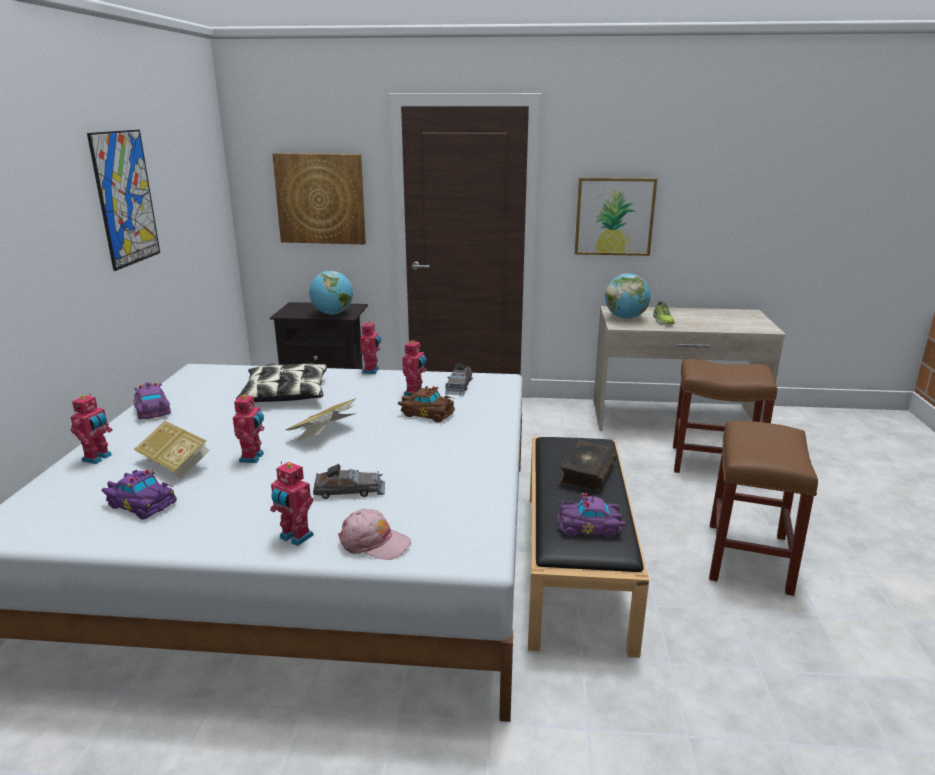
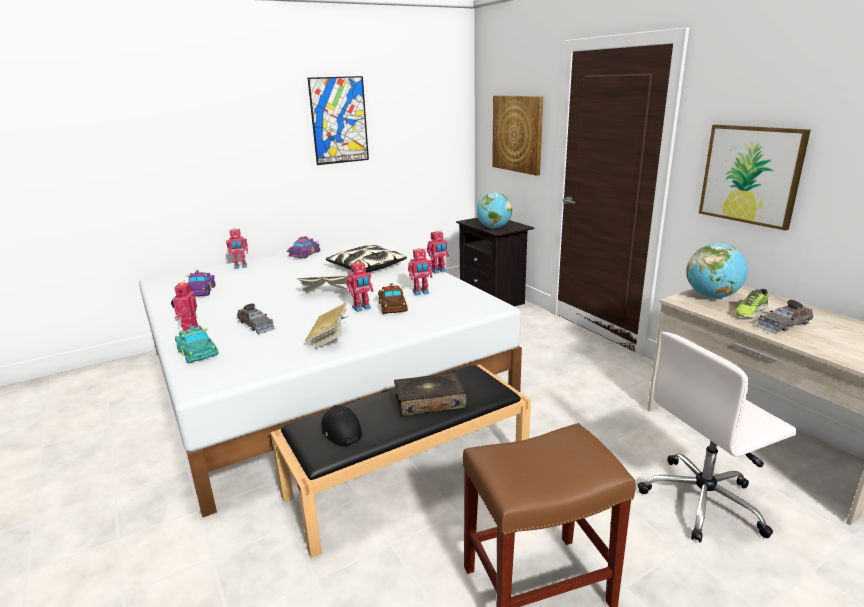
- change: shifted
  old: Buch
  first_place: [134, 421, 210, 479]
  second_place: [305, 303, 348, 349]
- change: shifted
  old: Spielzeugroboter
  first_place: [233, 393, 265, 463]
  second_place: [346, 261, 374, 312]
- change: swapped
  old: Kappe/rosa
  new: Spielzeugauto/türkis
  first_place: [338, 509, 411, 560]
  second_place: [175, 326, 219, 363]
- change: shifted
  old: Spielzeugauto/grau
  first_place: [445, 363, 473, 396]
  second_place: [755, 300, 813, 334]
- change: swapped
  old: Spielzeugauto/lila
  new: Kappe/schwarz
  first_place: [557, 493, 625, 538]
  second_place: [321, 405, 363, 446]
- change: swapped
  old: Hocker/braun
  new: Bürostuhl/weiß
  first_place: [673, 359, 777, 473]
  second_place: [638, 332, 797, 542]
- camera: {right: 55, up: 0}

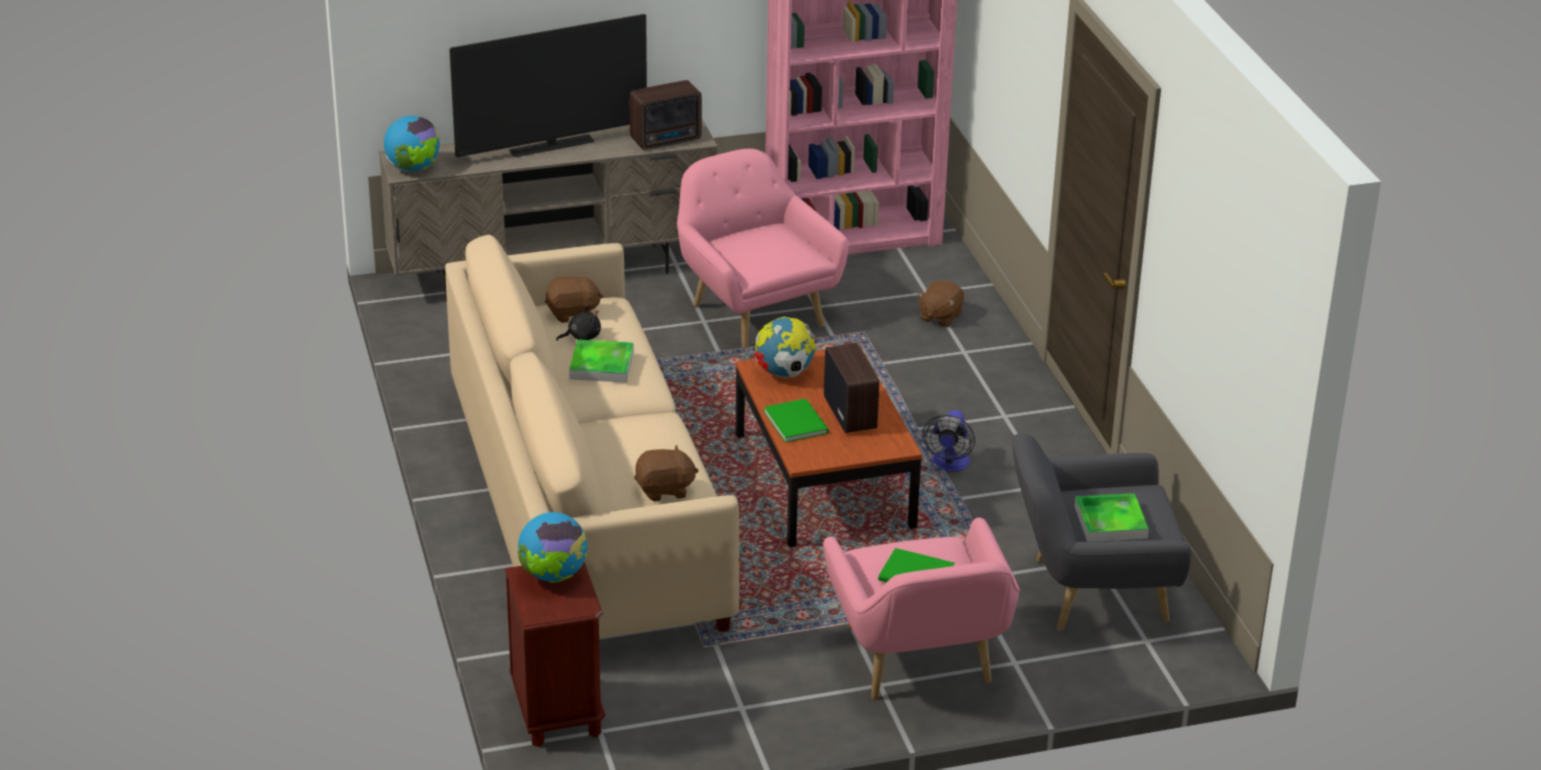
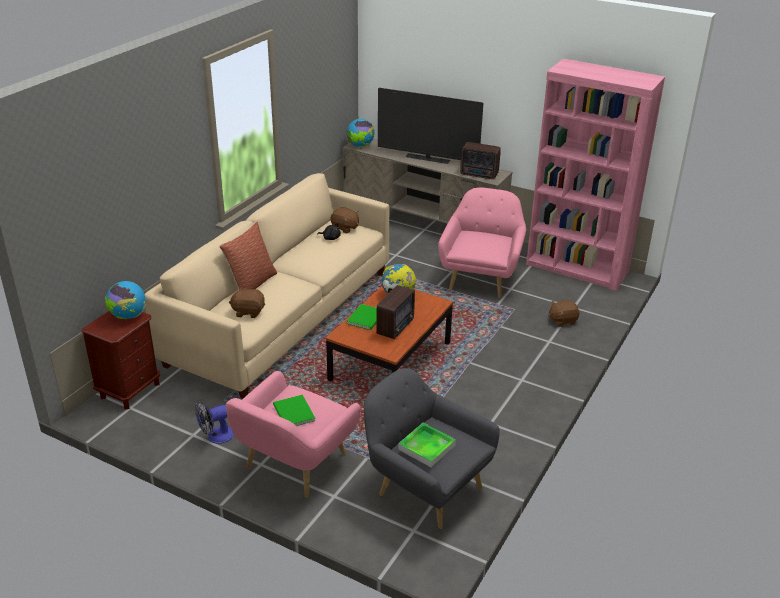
- change: gone
  old: Tablett
  first_place: [569, 339, 634, 383]
- change: rotated
  old: Plüschtier/braun
  first_place: [634, 445, 699, 501]
  second_place: [229, 287, 265, 318]
  degrees: 150
- change: shifted
  old: Ventilator
  first_place: [922, 410, 975, 472]
  second_place: [195, 401, 234, 444]
- change: new
  new: Kissen
  second_place: [220, 221, 277, 291]
- camera: {right: 45, up: 0}

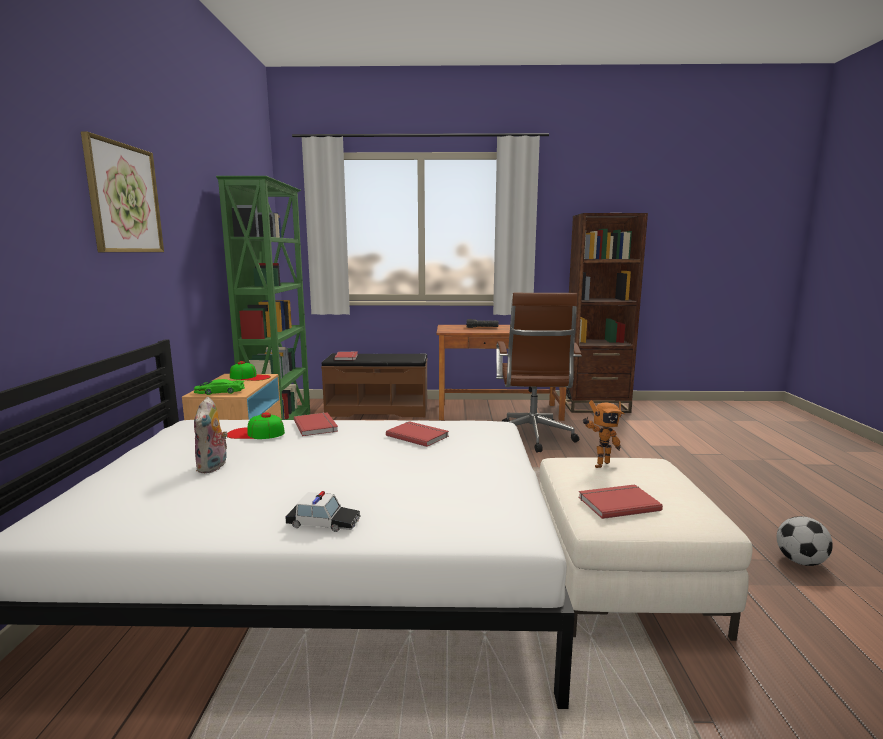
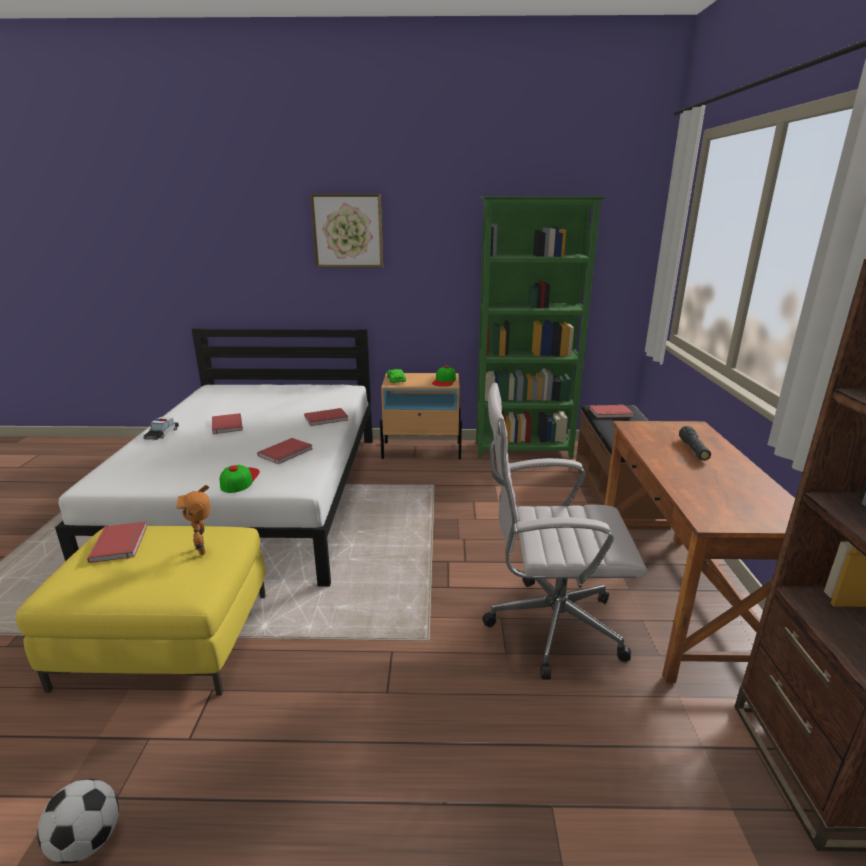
- change: gone
  old: Plüschtier
  first_place: [194, 397, 228, 473]
- change: shifted
  old: Kappe
  first_place: [227, 412, 285, 439]
  second_place: [220, 465, 260, 493]
- change: repainted
  old: Bürostuhl/braun
  new: Bürostuhl/weiß
  first_place: [496, 293, 581, 452]
  second_place: [482, 383, 647, 680]
- change: repainted
  old: Polsterhocker/weiß
  new: Polsterhocker/gelb
  first_place: [540, 458, 753, 641]
  second_place: [16, 526, 266, 695]
- change: new
  new: Buch/rot
  second_place: [212, 413, 243, 434]
- camera: {right: 90, up: 10}

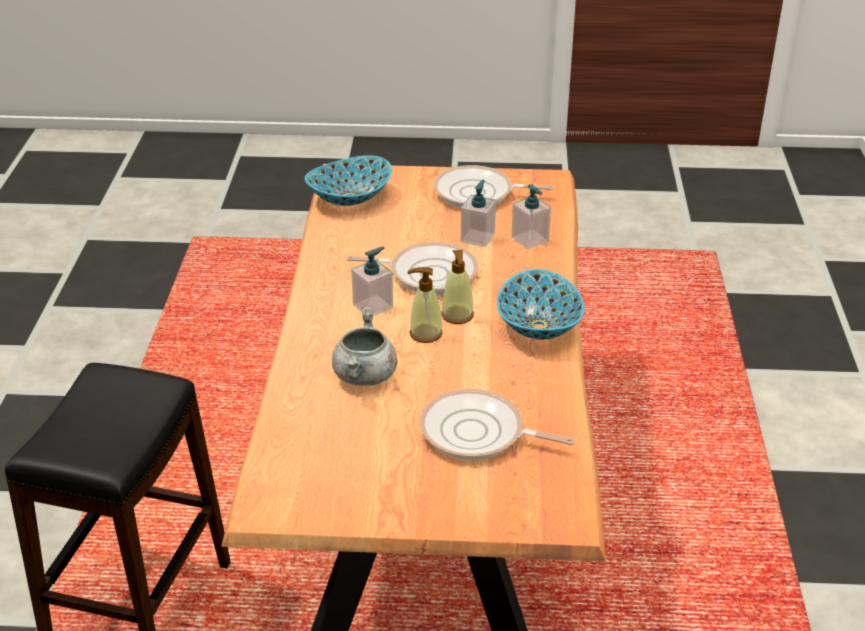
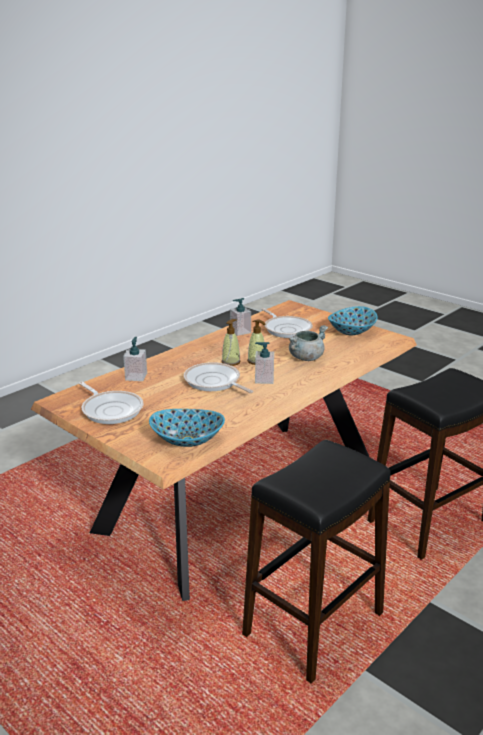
- change: shifted
  old: Seifenspender
  first_place: [461, 180, 496, 247]
  second_place: [230, 298, 251, 336]
- change: shifted
  old: Schüssel
  first_place: [497, 269, 585, 340]
  second_place: [328, 306, 377, 335]
- change: new
  new: Hocker/schwarz
  second_place: [242, 440, 391, 683]
- camera: {right: -140, up: -10}

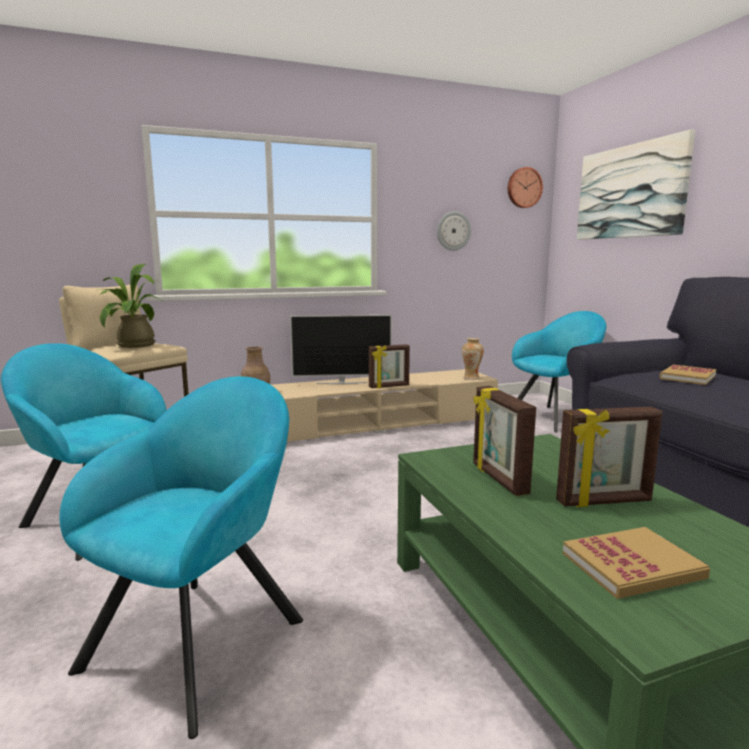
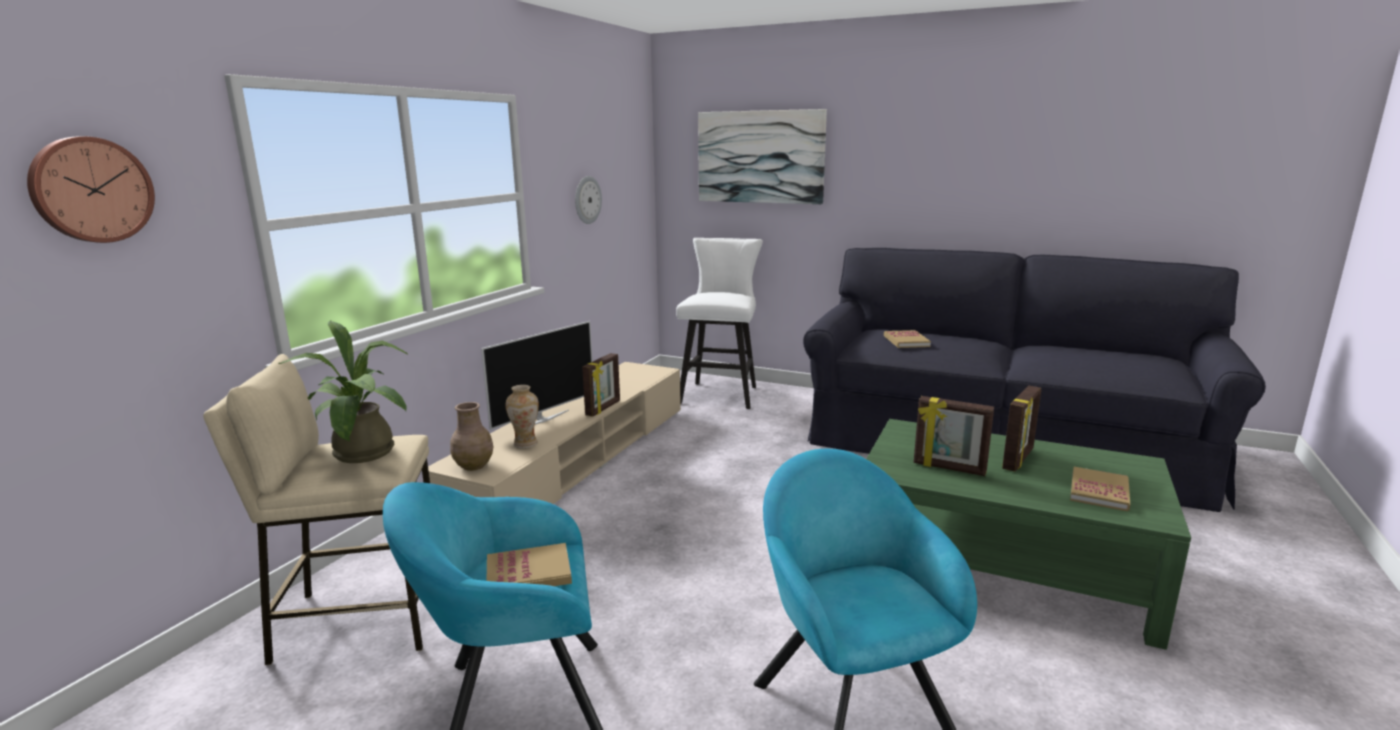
- change: shifted
  old: Vase
  first_place: [462, 338, 484, 380]
  second_place: [506, 385, 539, 448]
- change: shifted
  old: Wanduhr
  first_place: [508, 167, 543, 208]
  second_place: [27, 136, 155, 243]
- change: swapped
  old: Sessel/türkis
  new: Hocker/weiß
  first_place: [512, 311, 606, 433]
  second_place: [676, 238, 763, 409]
- change: new
  new: Buch
  second_place: [487, 543, 572, 586]
- camera: {right: -45, up: 5}

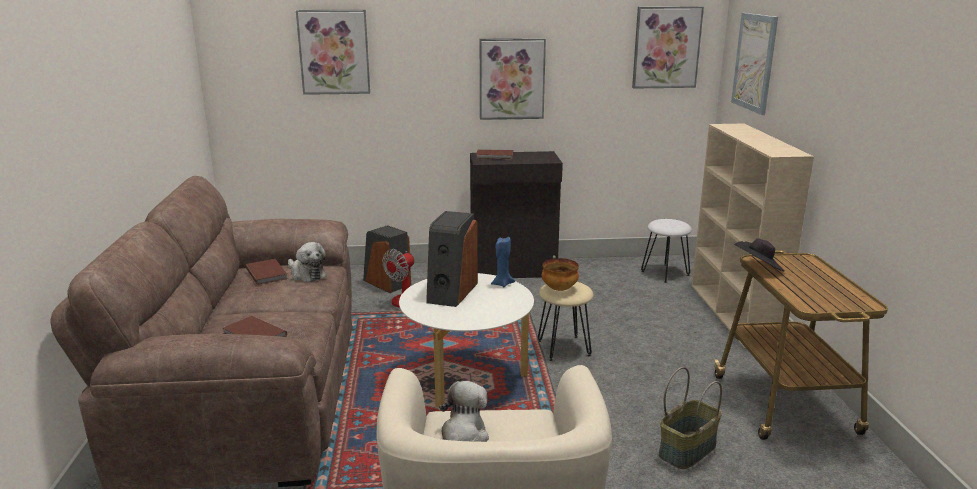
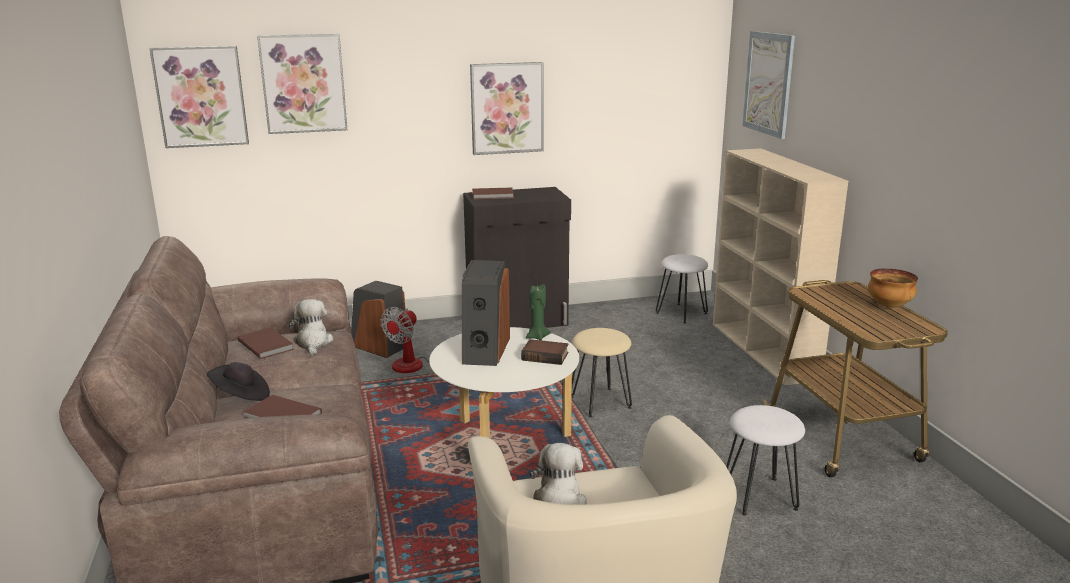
- change: rotated
  old: Plüschtier
  first_place: [288, 242, 327, 282]
  second_place: [289, 299, 333, 356]
  degrees: -135
- change: repainted
  old: Kerze/blau
  new: Kerze/grün
  first_place: [491, 237, 515, 287]
  second_place: [526, 284, 551, 340]
- change: shifted
  old: Schüssel
  first_place: [542, 258, 579, 291]
  second_place: [868, 268, 918, 307]
- change: shifted
  old: Bild
  first_place: [632, 6, 704, 88]
  second_place: [149, 46, 249, 148]
- change: swapped
  old: Korb
  new: Hocker/weiß
  first_place: [659, 367, 722, 469]
  second_place: [726, 405, 805, 516]
- change: shifted
  old: Hut/schwarz
  first_place: [735, 238, 785, 272]
  second_place: [207, 362, 270, 401]
- change: new
  new: Buch
  second_place: [521, 339, 568, 365]
- camera: {right: -10, up: 0}

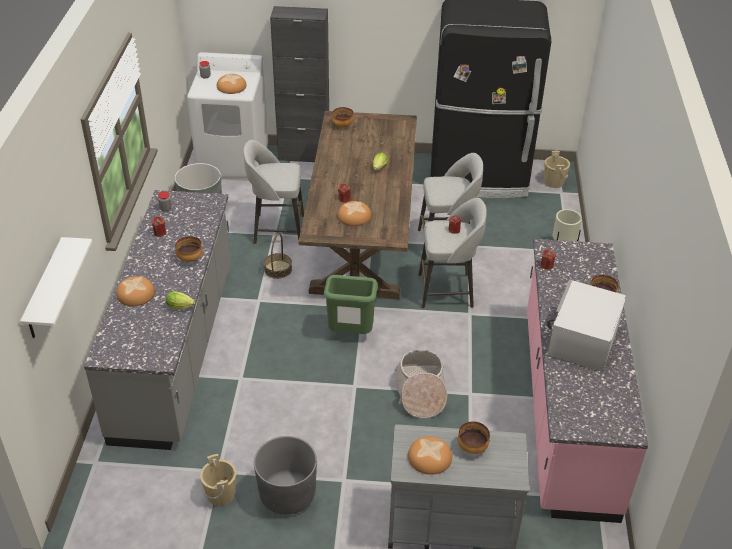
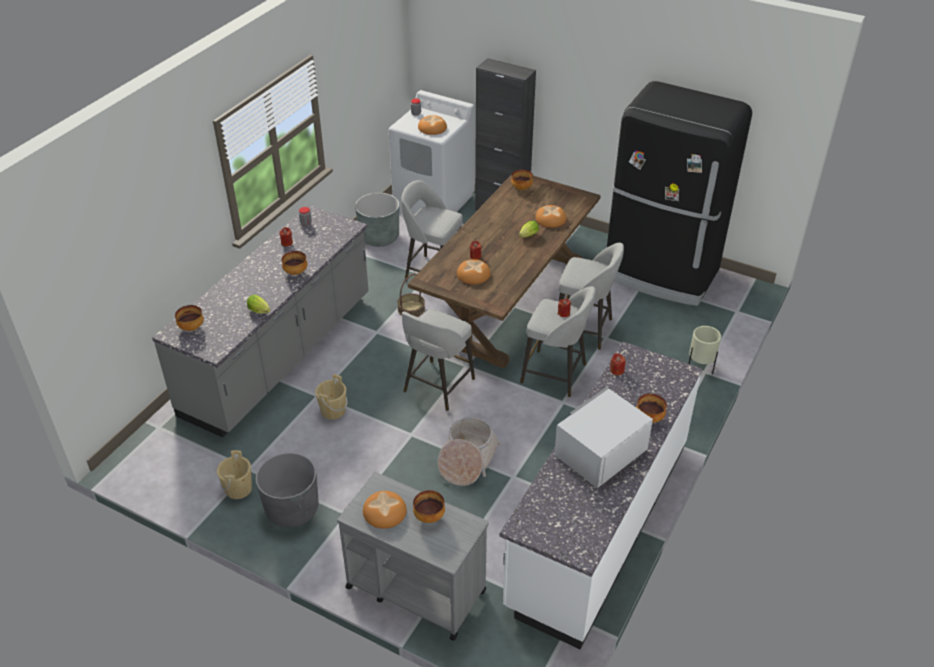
- change: gone
  old: Wandregal/weiß
  first_place: [20, 237, 92, 338]
- change: shifted
  old: Brot
  first_place: [116, 276, 155, 306]
  second_place: [535, 205, 567, 228]
- change: swapped
  old: Mülleimer/grün
  new: Hocker/grau
  first_place: [324, 275, 378, 334]
  second_place: [402, 309, 475, 411]
- change: repainted
  old: Küchenzeile/rosa
  new: Küchenzeile/weiß
  first_place: [527, 239, 648, 523]
  second_place: [500, 342, 702, 649]
- change: shifted
  old: Eimer/beige
  first_place: [544, 151, 570, 188]
  second_place: [315, 374, 347, 420]
- change: new
  new: Schüssel
  second_place: [175, 305, 204, 331]
- camera: {right: 25, up: 0}

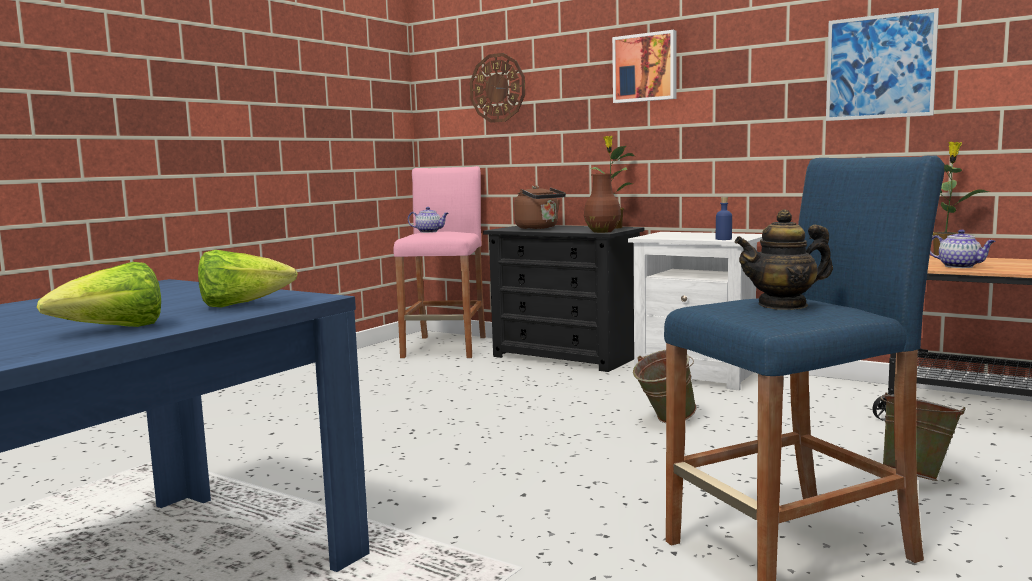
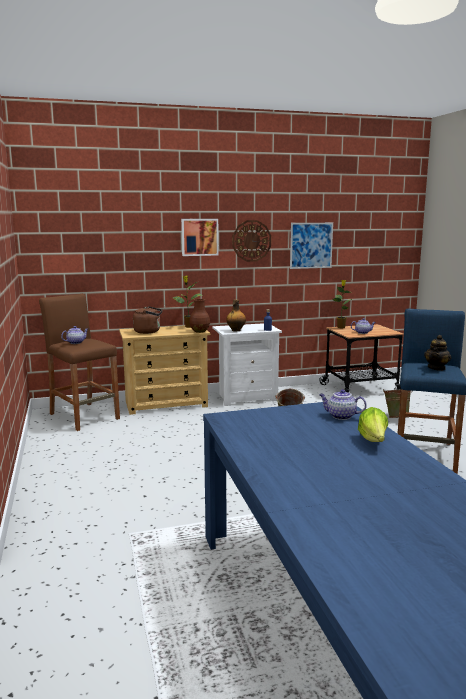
- change: swapped
  old: Salatkopf
  new: Teekanne
  first_place: [198, 250, 298, 307]
  second_place: [319, 389, 367, 420]
- change: repainted
  old: Hocker/rosa
  new: Hocker/braun
  first_place: [393, 166, 486, 358]
  second_place: [39, 294, 120, 431]
- change: shifted
  old: Wanduhr
  first_place: [470, 53, 525, 123]
  second_place: [232, 220, 271, 262]
- change: repainted
  old: Kommode/schwarz
  new: Kommode/beige
  first_place: [483, 226, 644, 372]
  second_place: [119, 325, 210, 415]
- change: new
  new: Flasche
  second_place: [226, 299, 246, 332]
- camera: {right: -50, up: 5}

